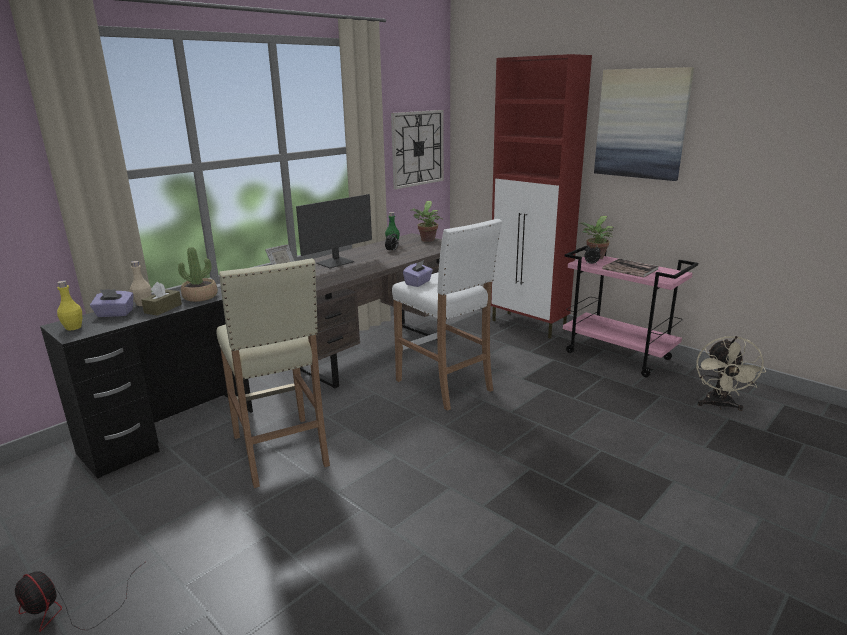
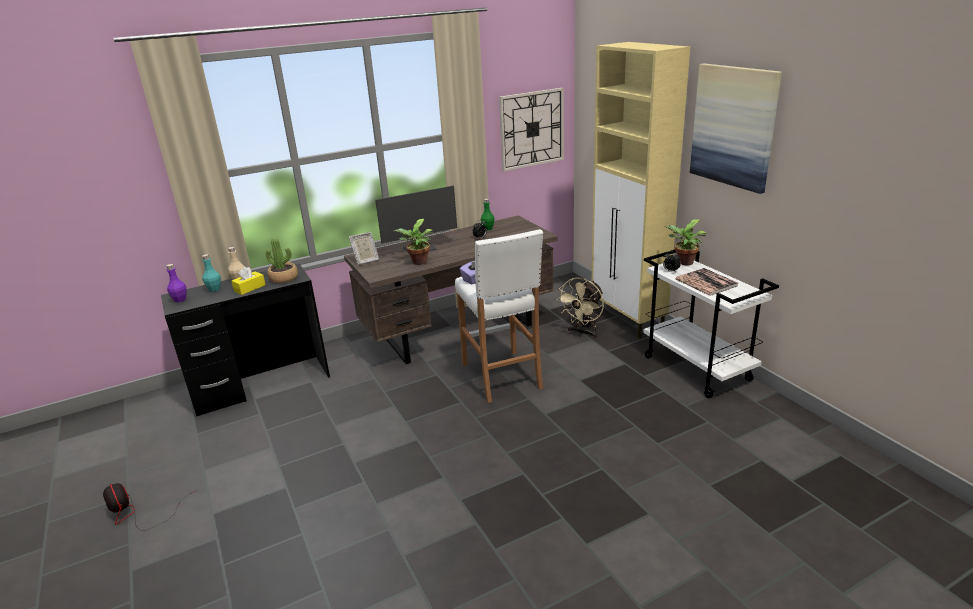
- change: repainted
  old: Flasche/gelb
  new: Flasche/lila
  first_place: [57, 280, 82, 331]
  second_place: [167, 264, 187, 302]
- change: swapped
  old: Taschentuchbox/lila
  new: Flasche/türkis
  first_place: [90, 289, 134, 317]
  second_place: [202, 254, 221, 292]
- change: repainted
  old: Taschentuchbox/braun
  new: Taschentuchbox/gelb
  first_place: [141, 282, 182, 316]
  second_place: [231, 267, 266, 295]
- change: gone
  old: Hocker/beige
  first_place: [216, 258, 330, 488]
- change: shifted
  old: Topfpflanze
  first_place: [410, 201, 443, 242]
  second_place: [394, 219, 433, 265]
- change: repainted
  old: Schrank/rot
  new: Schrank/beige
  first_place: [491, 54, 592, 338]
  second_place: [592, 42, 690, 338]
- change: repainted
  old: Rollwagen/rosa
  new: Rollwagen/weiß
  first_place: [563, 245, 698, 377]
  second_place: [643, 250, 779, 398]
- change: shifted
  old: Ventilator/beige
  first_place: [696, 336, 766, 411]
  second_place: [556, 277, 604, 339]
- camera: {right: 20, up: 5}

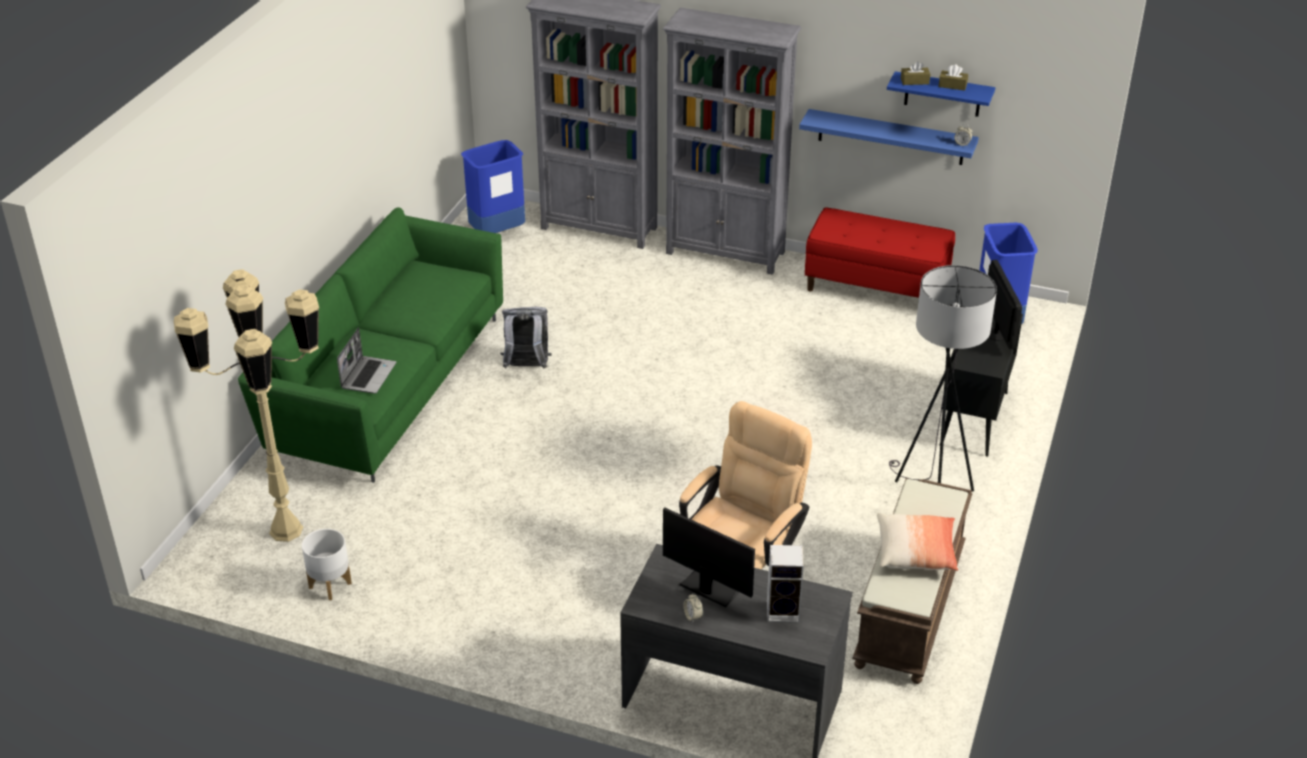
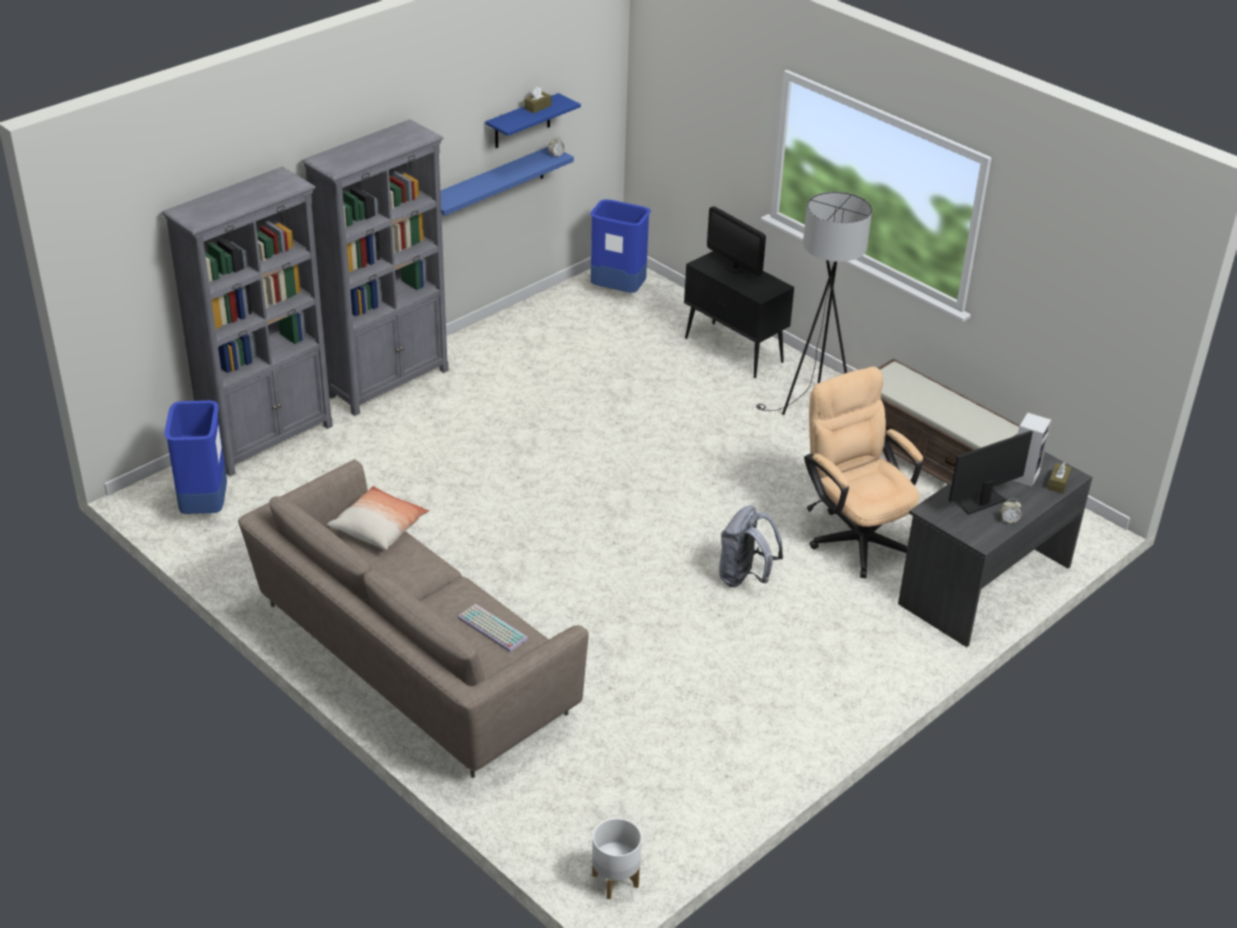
- change: gone
  old: Stehlampe/beige
  first_place: [174, 269, 319, 542]
- change: repainted
  old: Sofa/grün
  new: Sofa/beige
  first_place: [238, 207, 503, 483]
  second_place: [238, 460, 589, 778]
- change: shifted
  old: Pflanzkübel/weiß
  first_place: [302, 528, 352, 600]
  second_place: [592, 818, 642, 899]
- change: swapped
  old: Laptop
  new: Tastatur
  first_place: [337, 328, 396, 394]
  second_place: [458, 604, 528, 652]
- change: shifted
  old: Rucksack/grau
  first_place: [500, 307, 552, 369]
  second_place: [719, 506, 783, 587]
- change: gone
  old: Bank/rot
  first_place: [805, 208, 955, 298]
- change: shifted
  old: Kissen
  first_place: [877, 513, 959, 571]
  second_place: [327, 486, 429, 550]
- change: shifted
  old: Taschentuchbox/braun
  first_place: [901, 61, 930, 85]
  second_place: [1048, 462, 1071, 493]
- change: rotated
  old: Monitor
  first_place: [988, 260, 1022, 349]
  second_place: [707, 206, 766, 276]
  degrees: -150
- camera: {right: -65, up: 0}

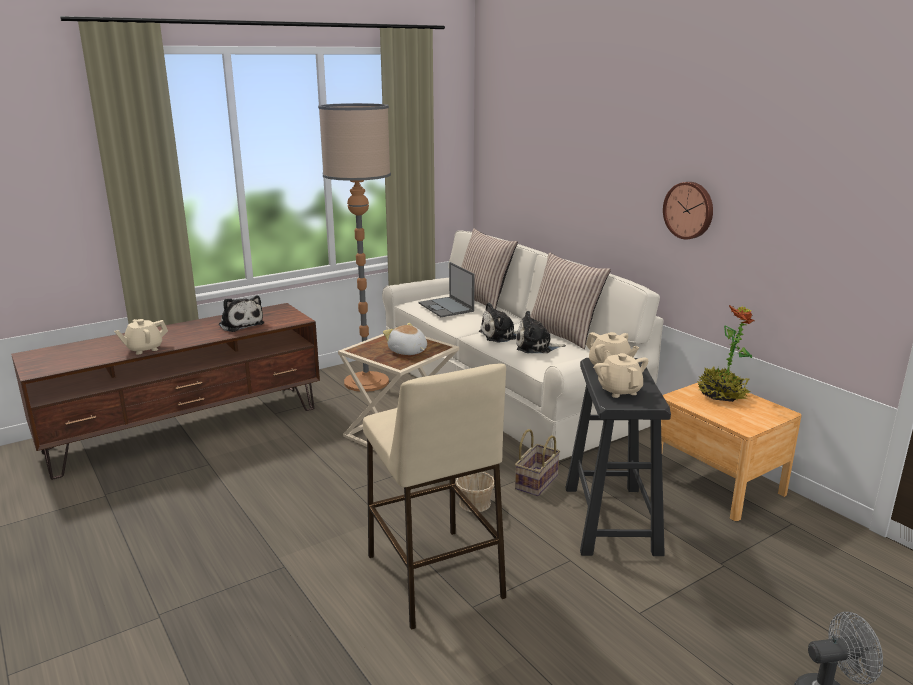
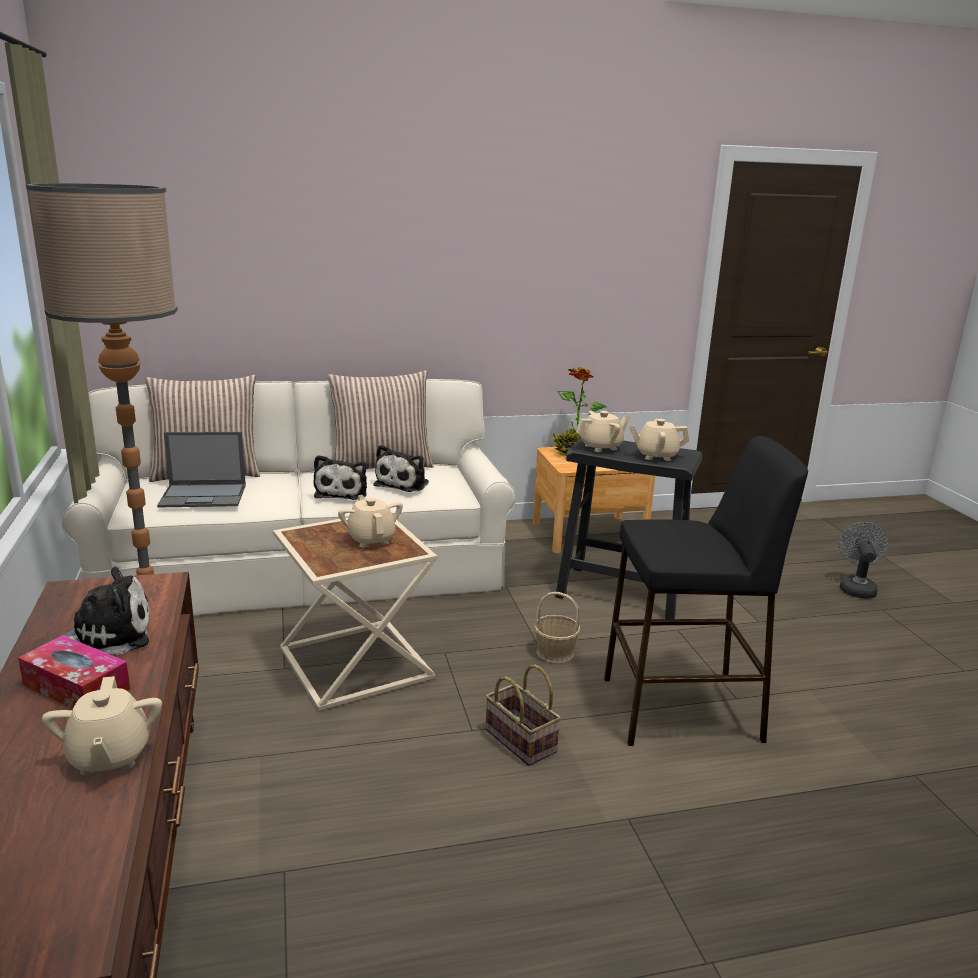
- change: repainted
  old: Hocker/beige
  new: Hocker/schwarz
  first_place: [363, 363, 506, 630]
  second_place: [604, 436, 808, 746]
- change: swapped
  old: Plüschtier
  new: Teekanne/beige
  first_place: [383, 323, 427, 355]
  second_place: [338, 495, 403, 547]
- change: shifted
  old: Korb
  first_place: [515, 429, 560, 496]
  second_place: [486, 664, 561, 766]
- change: gone
  old: Wanduhr
  first_place: [663, 182, 713, 239]
- change: new
  new: Taschentuchbox
  second_place: [18, 635, 130, 709]
- camera: {right: -70, up: 0}

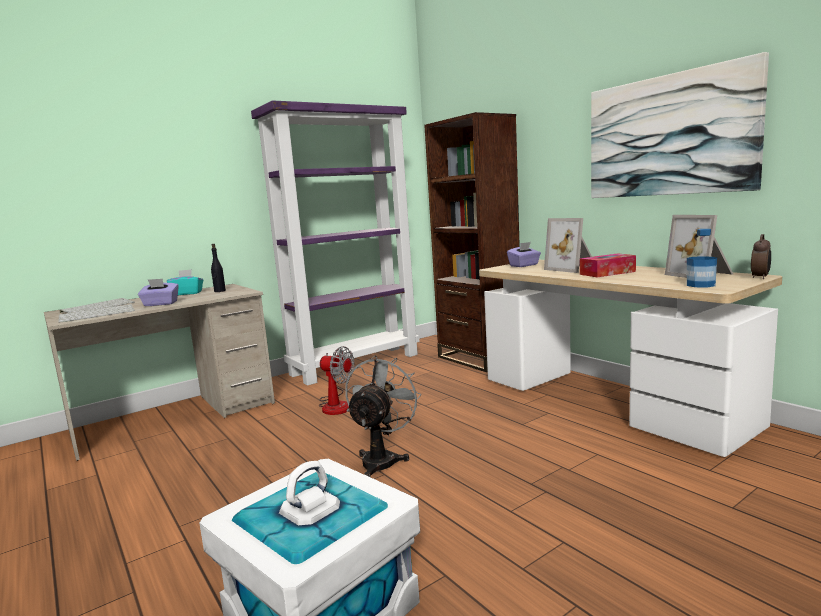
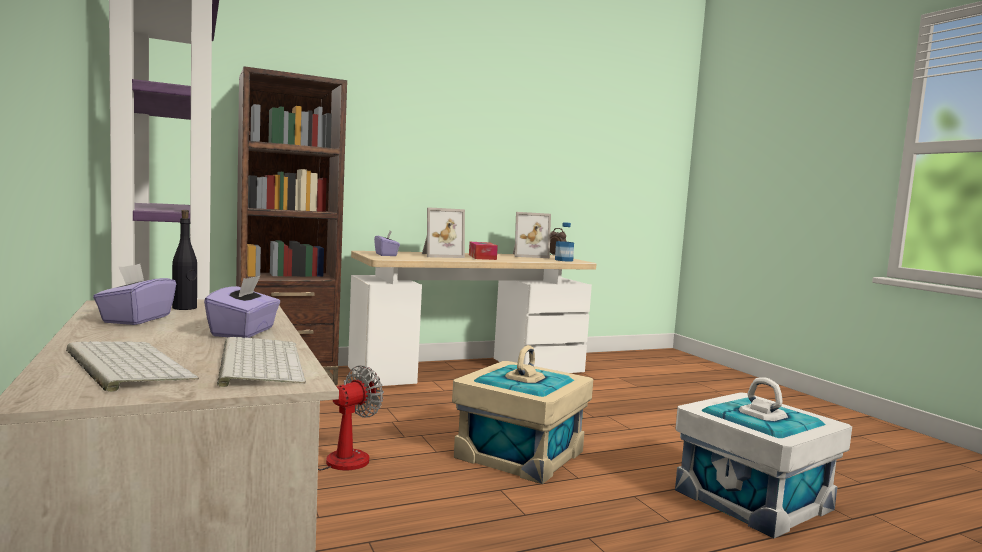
- change: repainted
  old: Taschentuchbox/türkis
  new: Taschentuchbox/lila
  first_place: [167, 269, 203, 295]
  second_place: [93, 264, 176, 325]
- change: swapped
  old: Ventilator/grau
  new: Aufbewahrungsbox/beige
  first_place: [345, 356, 422, 477]
  second_place: [452, 345, 593, 484]
- change: gone
  old: Bild
  first_place: [591, 52, 769, 198]
- camera: {right: -80, up: -5}

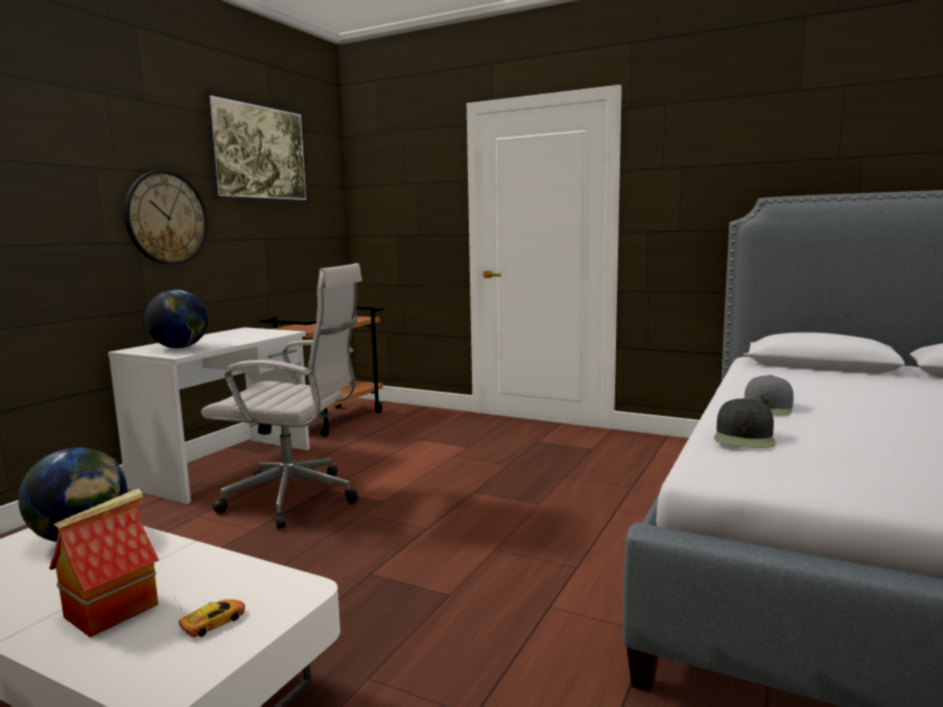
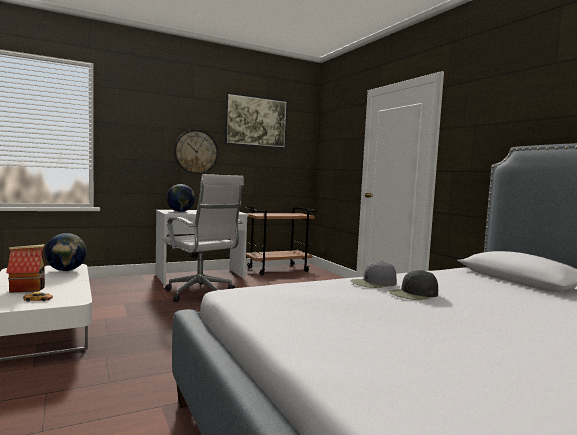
- change: shifted
  old: Kappe/schwarz
  first_place: [714, 398, 776, 448]
  second_place: [389, 270, 438, 300]
- camera: {right: 35, up: -5}

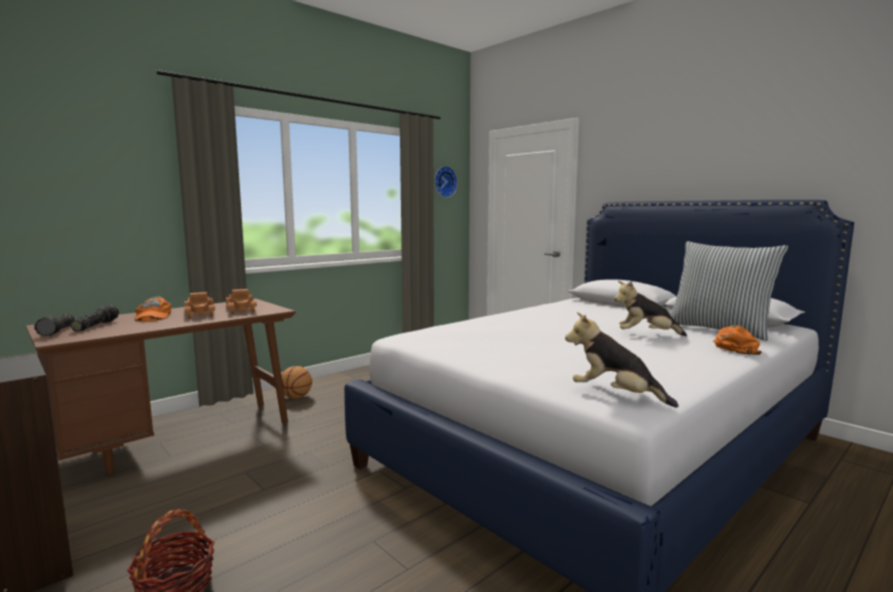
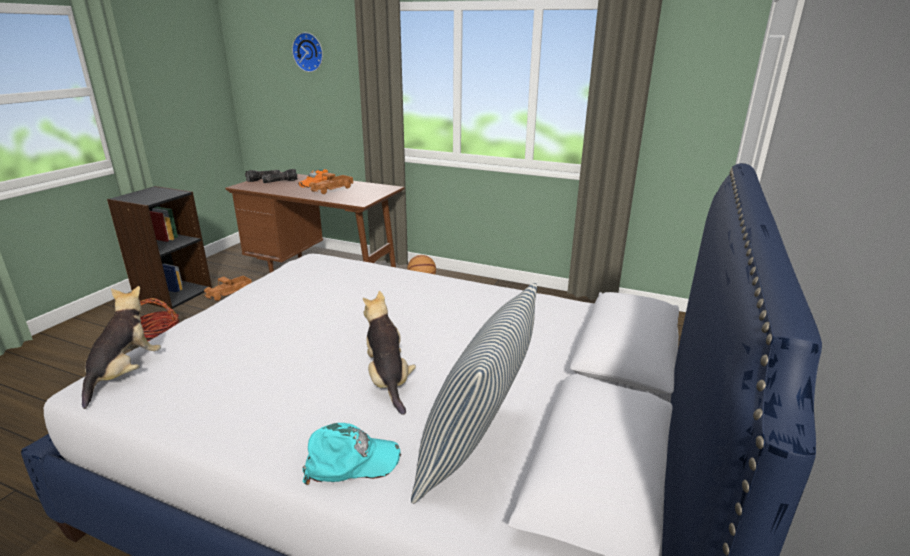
- change: shifted
  old: Spielzeuglaster
  first_place: [226, 289, 257, 314]
  second_place: [204, 276, 252, 301]
- change: shifted
  old: Wanduhr
  first_place: [435, 166, 458, 198]
  second_place: [292, 32, 323, 72]
- change: repainted
  old: Kappe/orange
  new: Kappe/türkis
  first_place: [713, 325, 762, 355]
  second_place: [303, 423, 401, 485]
- camera: {right: 65, up: 15}

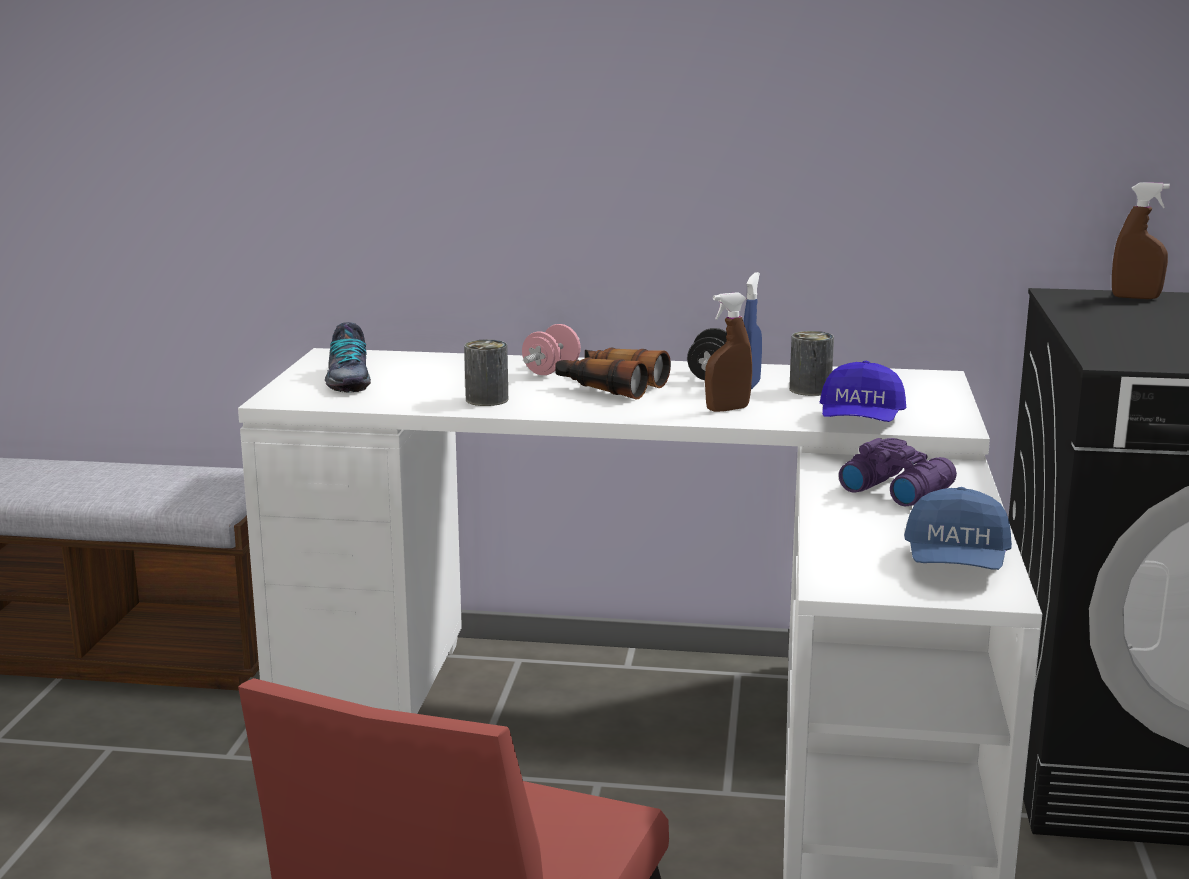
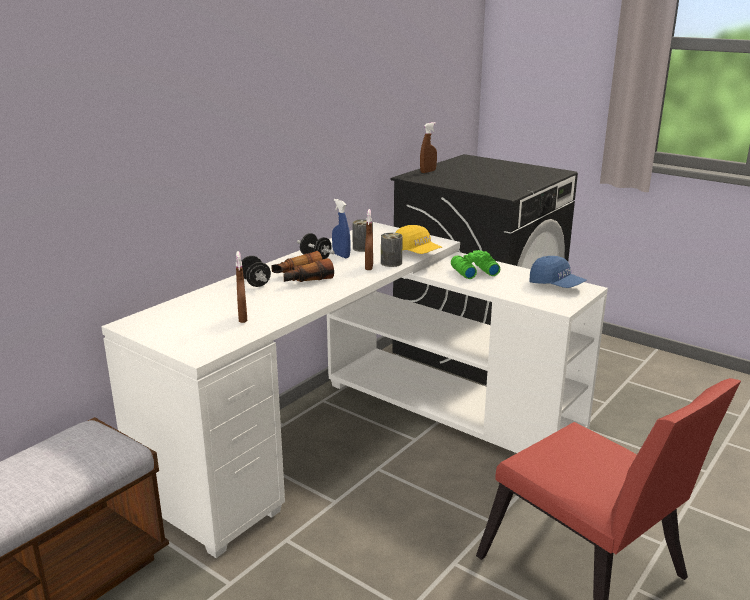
- change: gone
  old: Schuh
  first_place: [325, 322, 371, 392]
- change: shifted
  old: Dose
  first_place: [464, 339, 508, 406]
  second_place: [381, 233, 403, 267]
- change: repainted
  old: Hantel/rosa
  new: Hantel/schwarz
  first_place: [522, 324, 581, 375]
  second_place: [241, 256, 271, 287]
- change: repainted
  old: Kappe/blau
  new: Kappe/gelb
  first_place: [820, 361, 906, 422]
  second_place: [395, 225, 442, 254]
- change: repainted
  old: Fernglas/lila
  new: Fernglas/grün
  first_place: [839, 438, 957, 506]
  second_place: [451, 250, 500, 279]
- change: new
  new: Sprühflasche/braun
  second_place: [236, 251, 247, 323]
- camera: {right: -60, up: 5}

